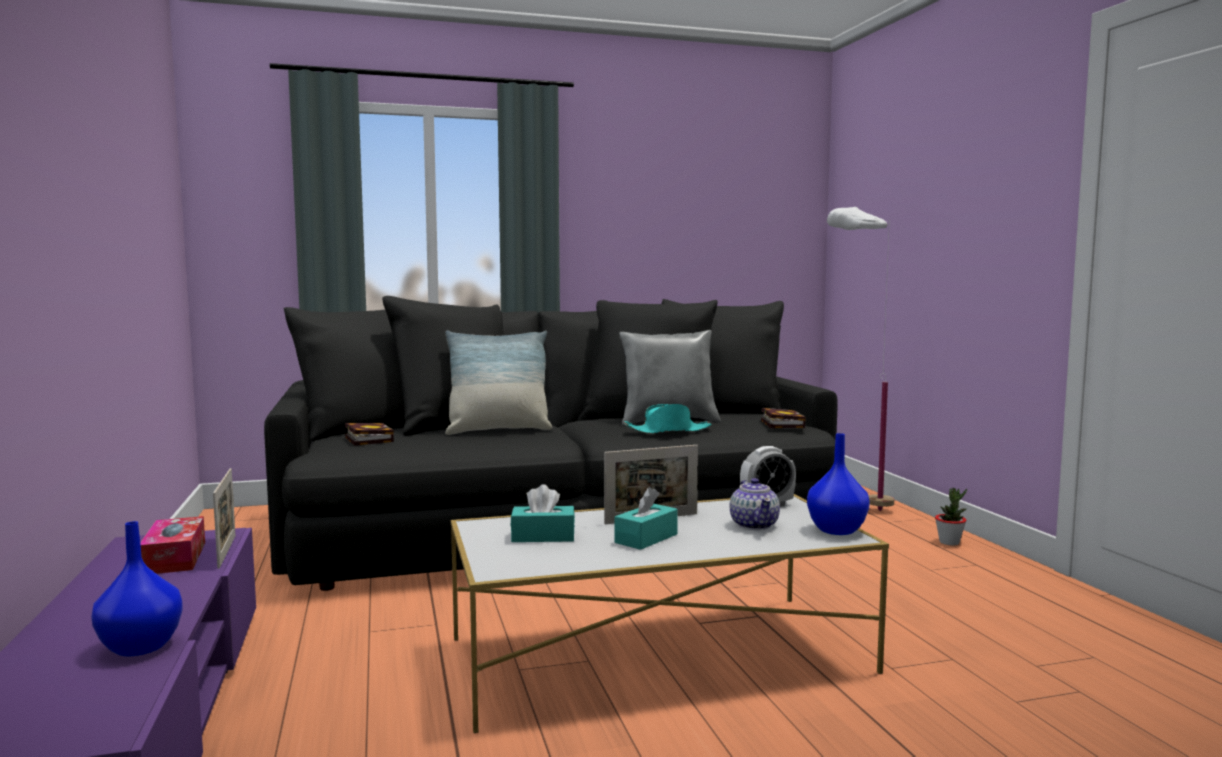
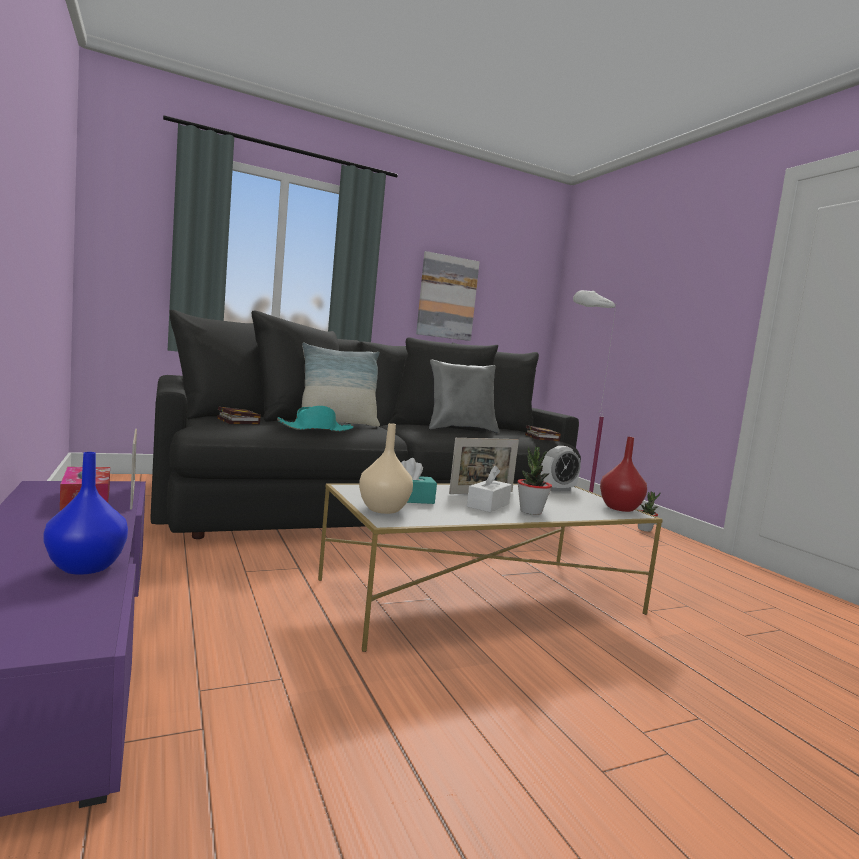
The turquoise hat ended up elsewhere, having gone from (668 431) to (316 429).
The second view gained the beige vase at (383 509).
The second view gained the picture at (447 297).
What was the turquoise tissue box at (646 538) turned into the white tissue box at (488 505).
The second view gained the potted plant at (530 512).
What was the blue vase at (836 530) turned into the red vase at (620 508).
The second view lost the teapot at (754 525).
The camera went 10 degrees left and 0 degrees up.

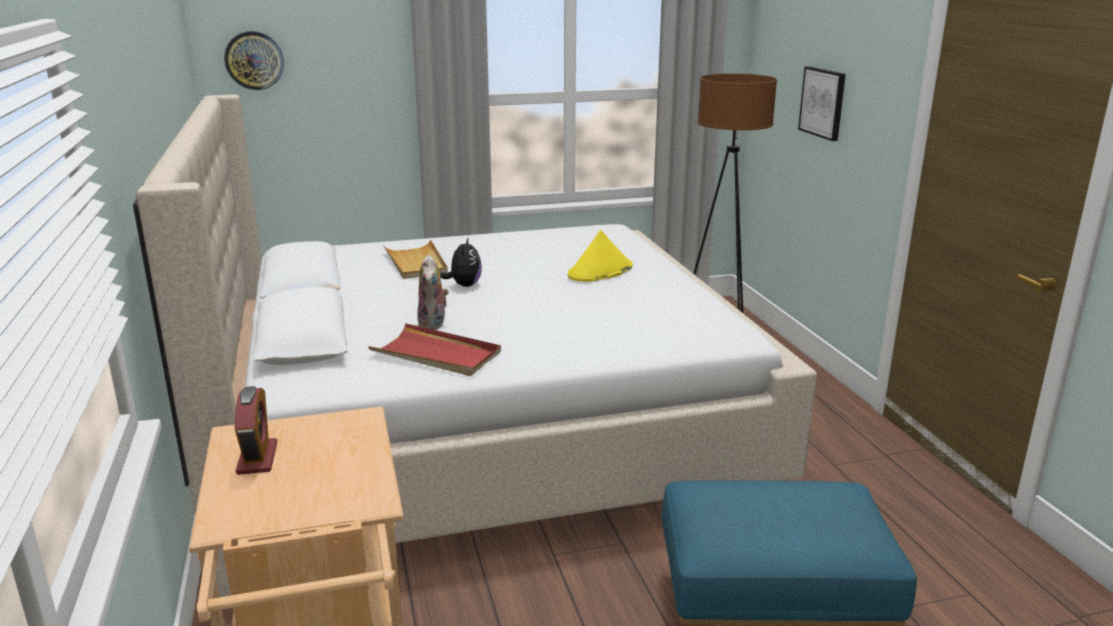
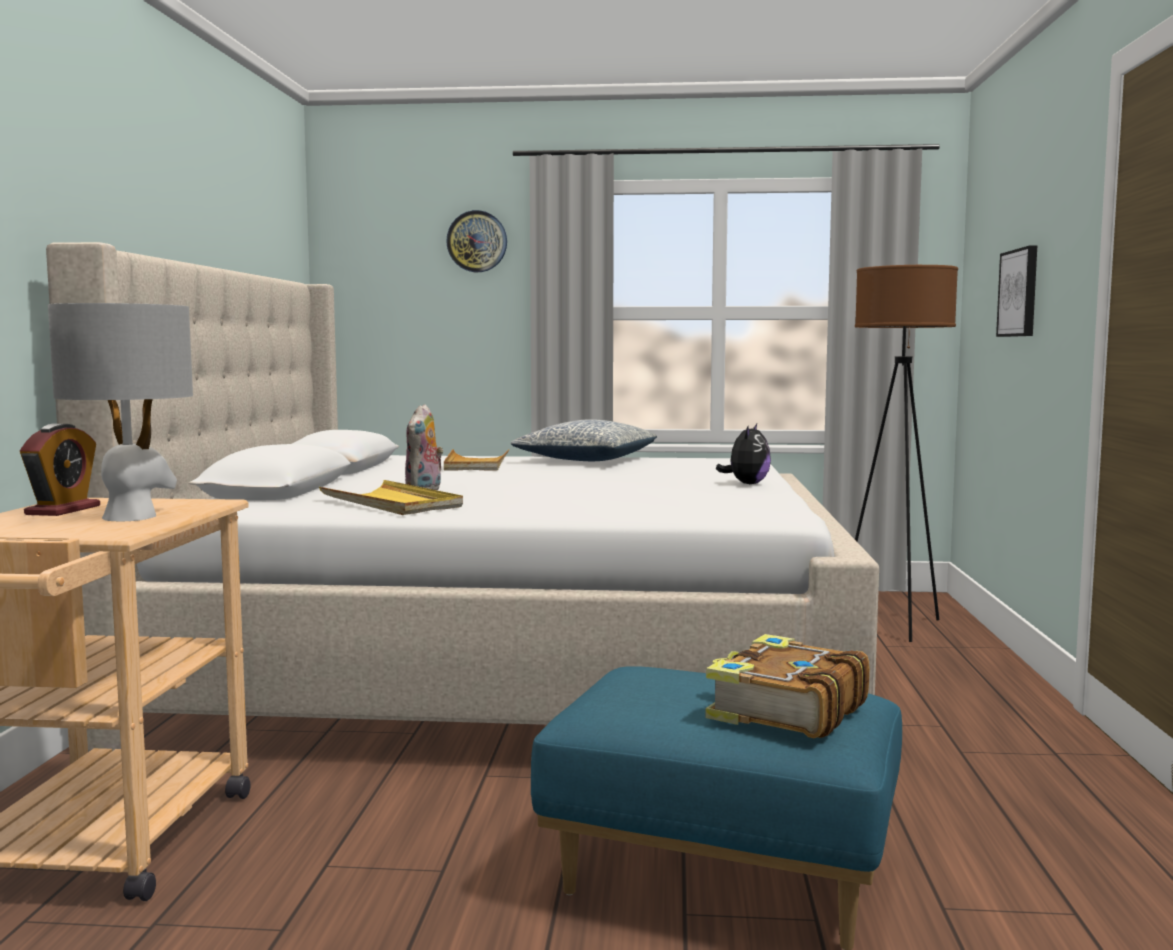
The second view gained the grey table lamp at (131 517).
What was the red tray at (436 354) turned into the yellow tray at (392 503).
The wall clock ended up elsewhere, having gone from (254 60) to (477 241).
The second view gained the pillow at (586 460).
The second view gained the book at (785 710).
The plush toy ended up elsewhere, having gone from (464 285) to (746 484).
The second view lost the yellow hat at (600 271).
The camera went 20 degrees right and 15 degrees down.

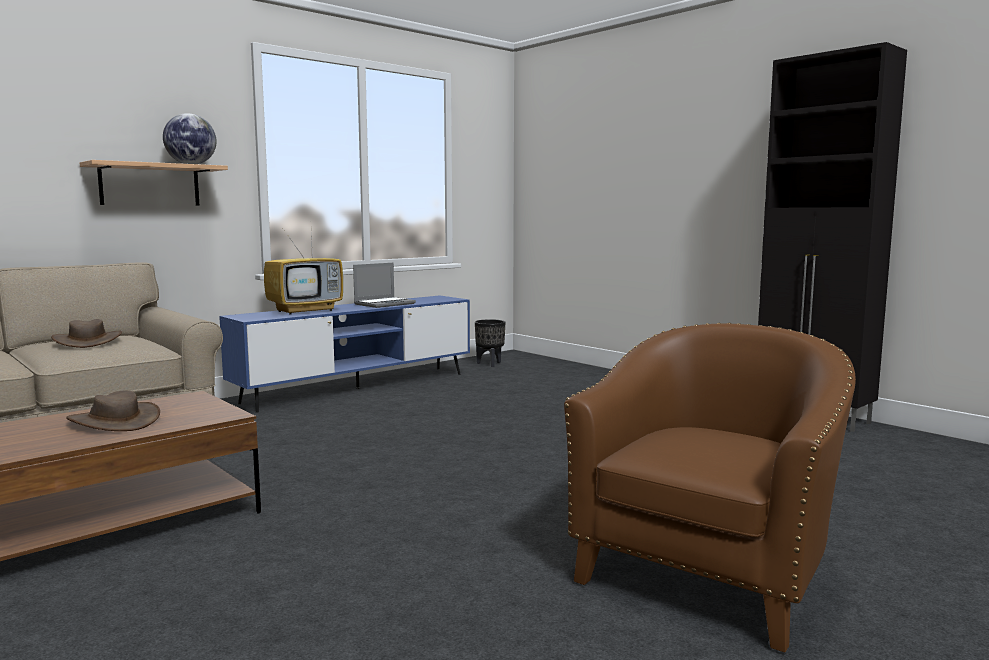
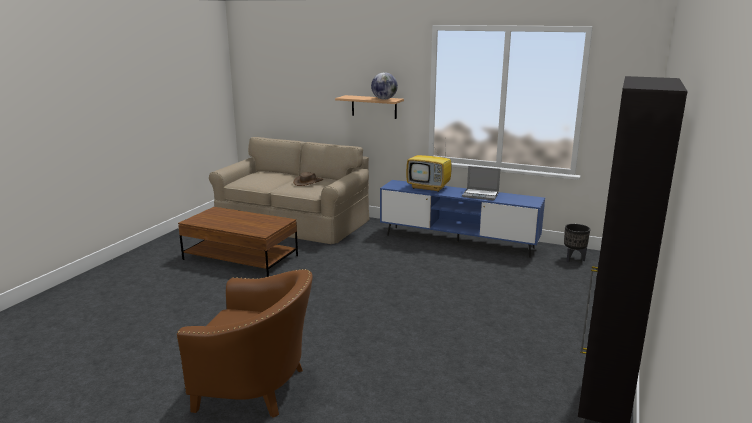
The second view lost the brown hat at (114 421).
The camera went 65 degrees right and 10 degrees up.

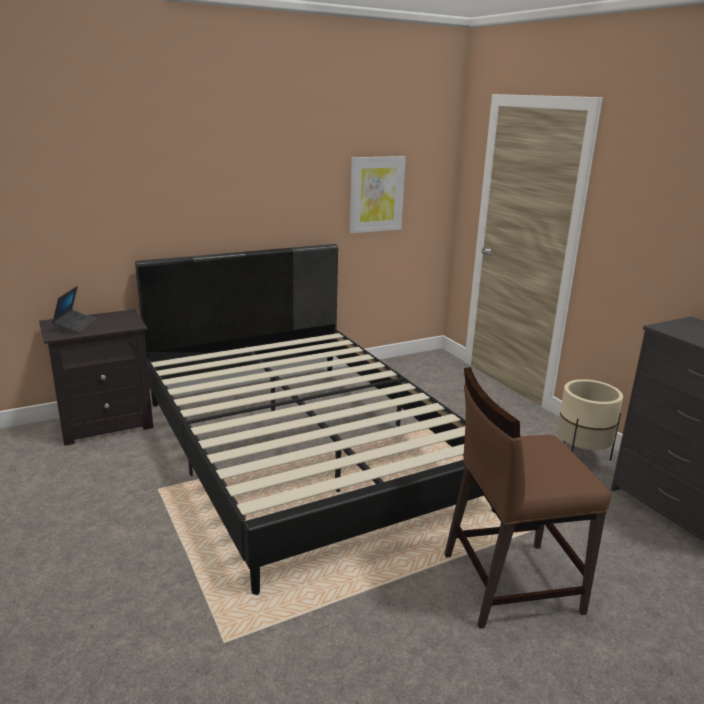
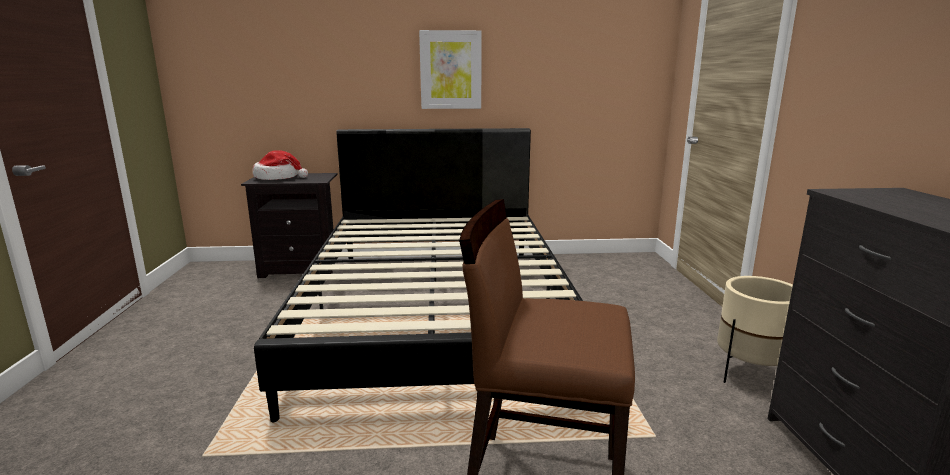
Where the laptop stood at (75 326), the hat came to stand at (278 177).
The picture ended up elsewhere, having gone from (376 194) to (450 70).
The camera went 25 degrees right and 5 degrees down.

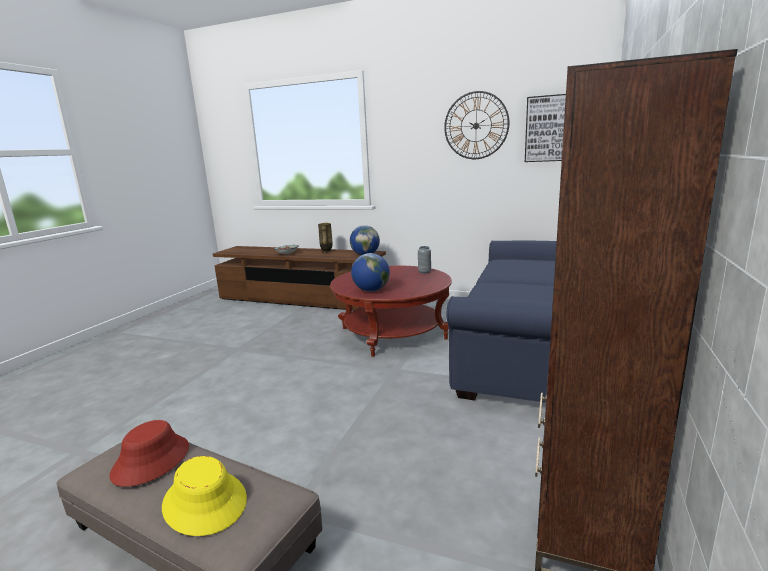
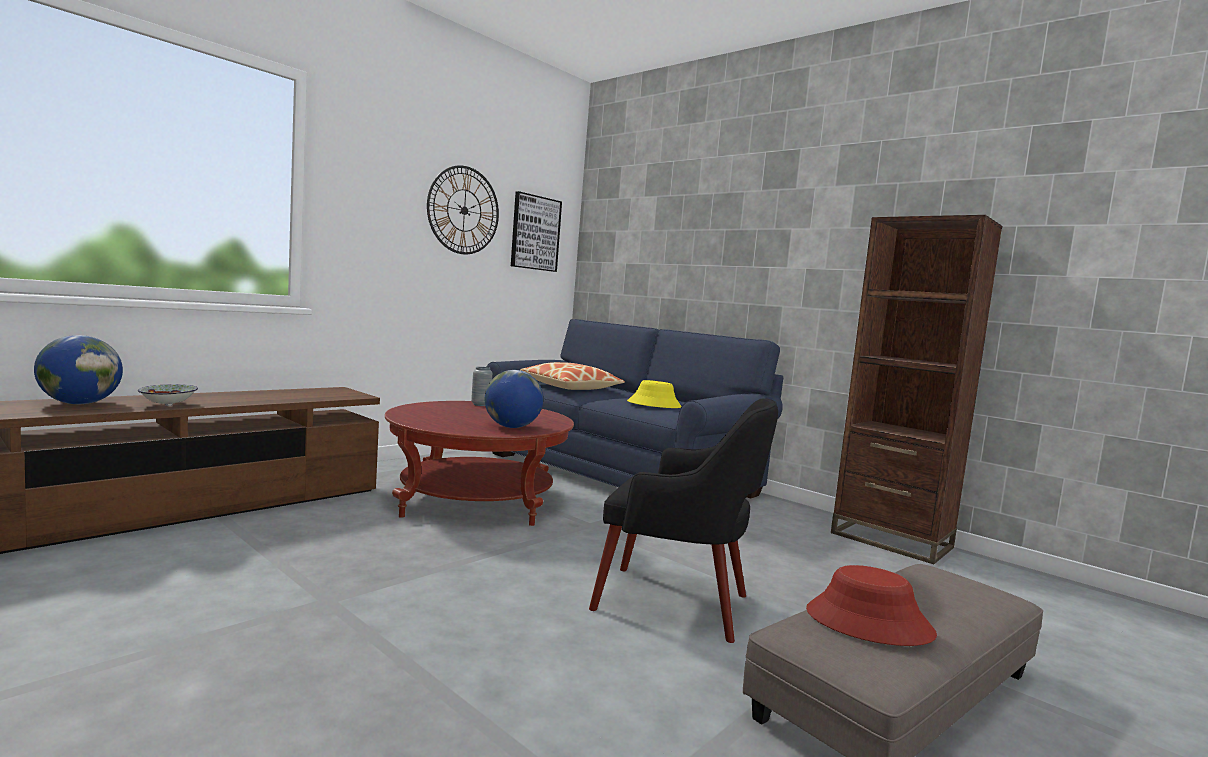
The globe ended up elsewhere, having gone from (365 255) to (79 403).
The second view gained the pillow at (570 387).
The second view gained the black armchair at (677 603).
The yellow hat ended up elsewhere, having gone from (205 502) to (654 405).
The second view lost the vase at (326 251).
The camera went 70 degrees left and 10 degrees down.

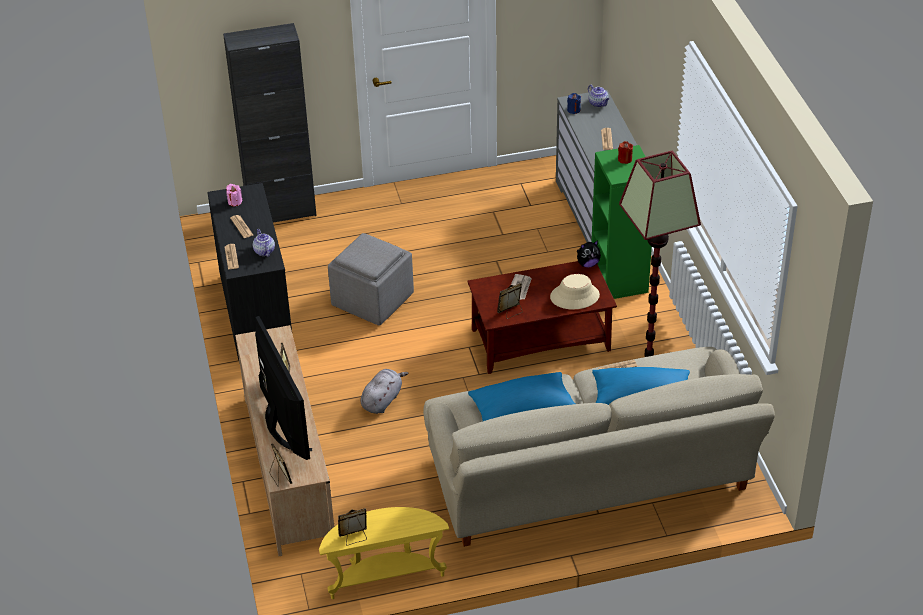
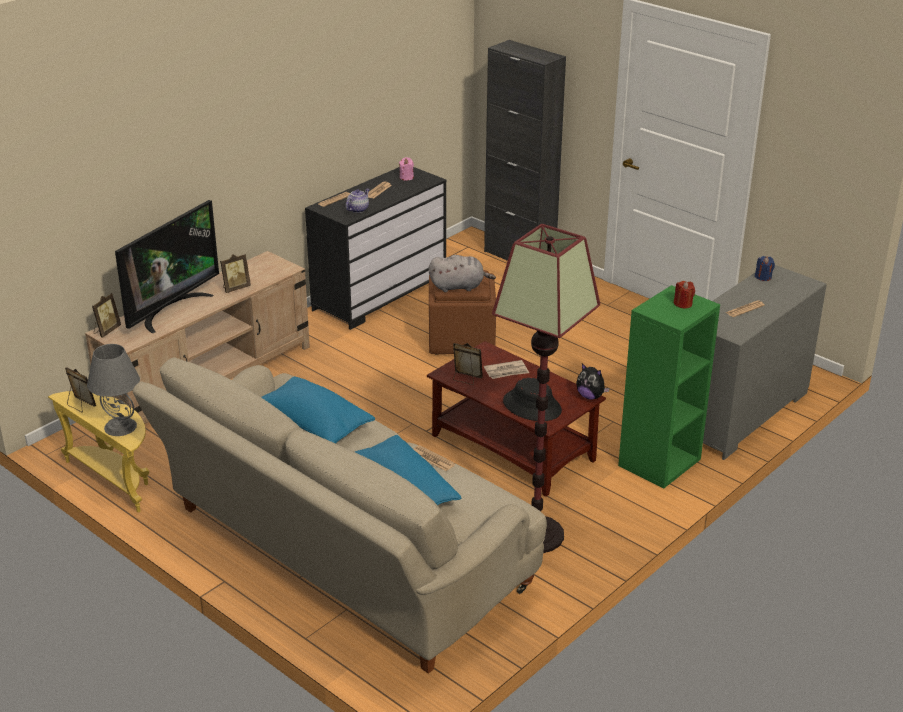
The second view gained the grey table lamp at (120 427).
The grey plush toy ended up elsewhere, having gone from (382 400) to (459 286).
What was the grey ottoman at (372 299) turned into the brown ottoman at (462 339).
What was the beige hat at (574 296) turned into the black hat at (532 406).
The second view lost the teapot at (598 103).
The camera went 55 degrees right and 10 degrees down.

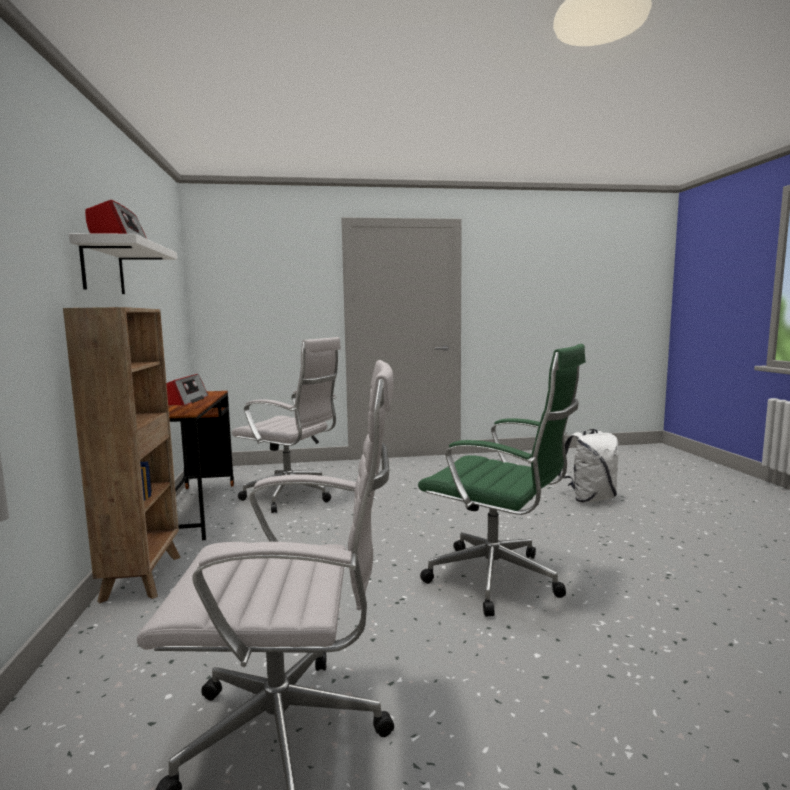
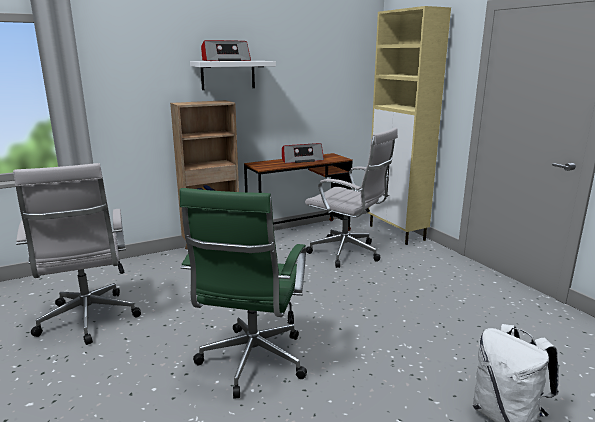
The white office chair at (293 496) ended up facing another way, 60 degrees counterclockwise from before.
The second view gained the beige cabinet at (397 233).
The camera went 70 degrees right and 10 degrees up.

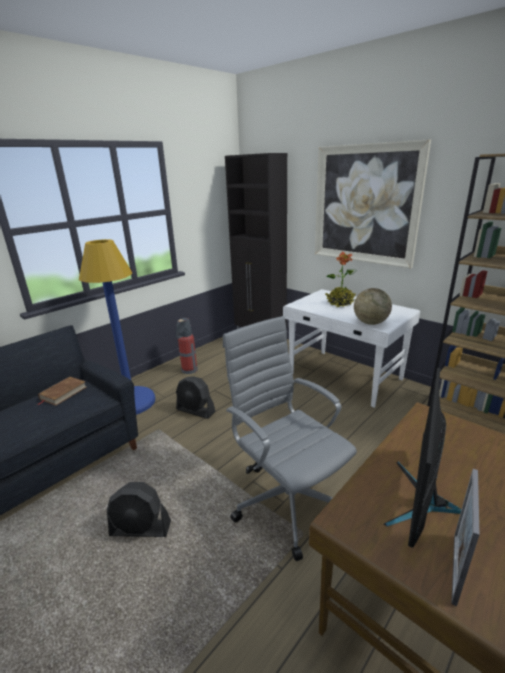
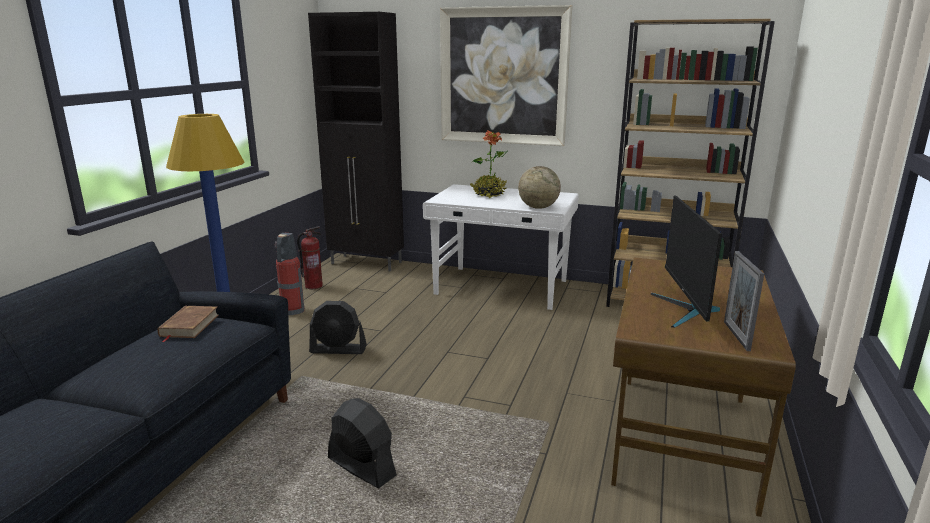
The second view gained the fire extinguisher at (314 286).
The black fan at (141 529) ended up facing another way, 120 degrees counterclockwise from before.
The second view lost the grey office chair at (288 499).
The camera went 25 degrees left and 5 degrees down.

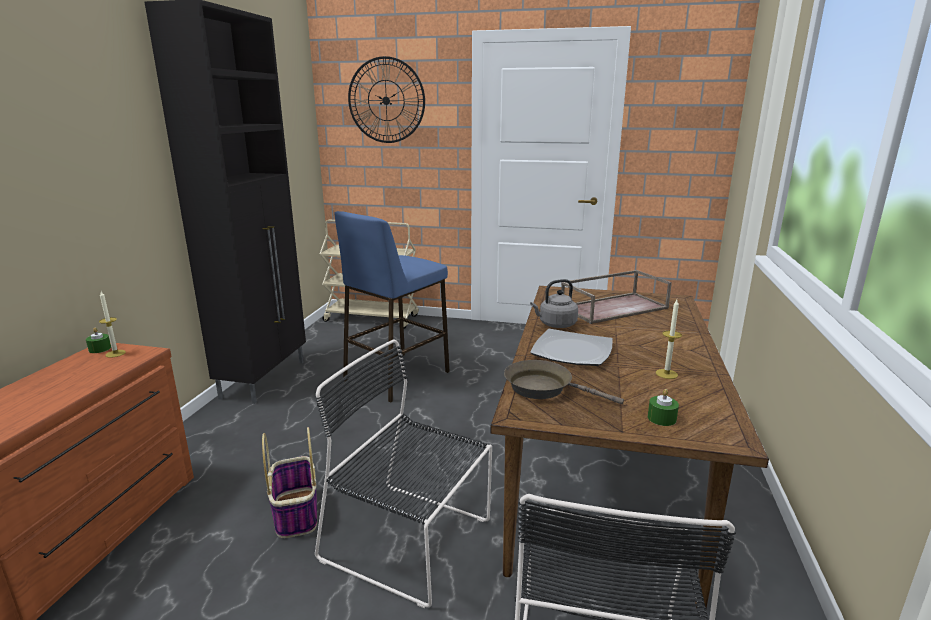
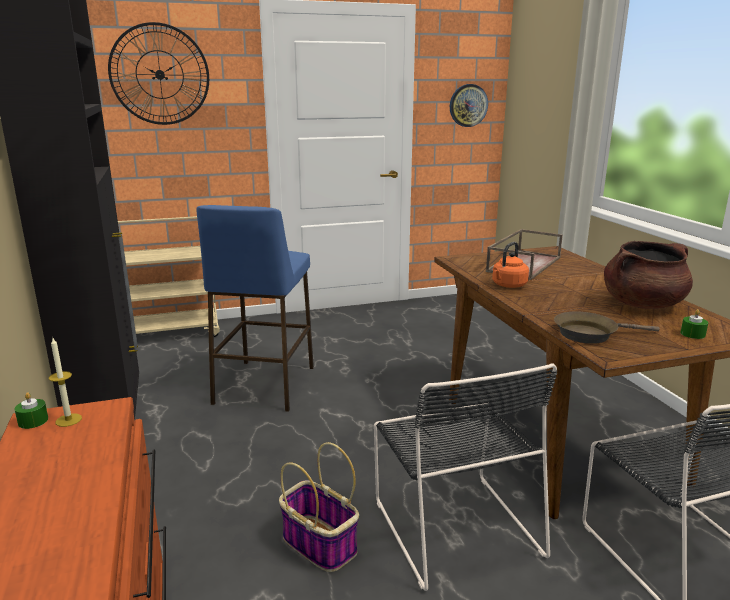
The black chair at (411 541) ended up facing another way, 105 degrees counterclockwise from before.
The second view gained the wall clock at (468 105).
What was the grey kettle at (555 324) turned into the orange kettle at (508 285).
Where the candle stood at (666 374), the brown cooking pot came to stand at (642 304).
The second view lost the plate at (572 351).
The camera went 30 degrees left and 0 degrees up.

